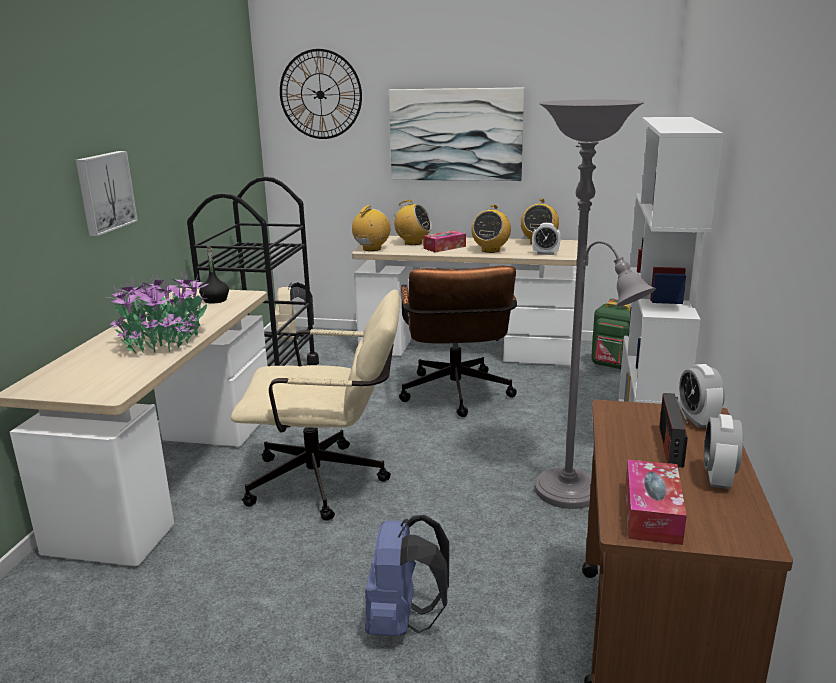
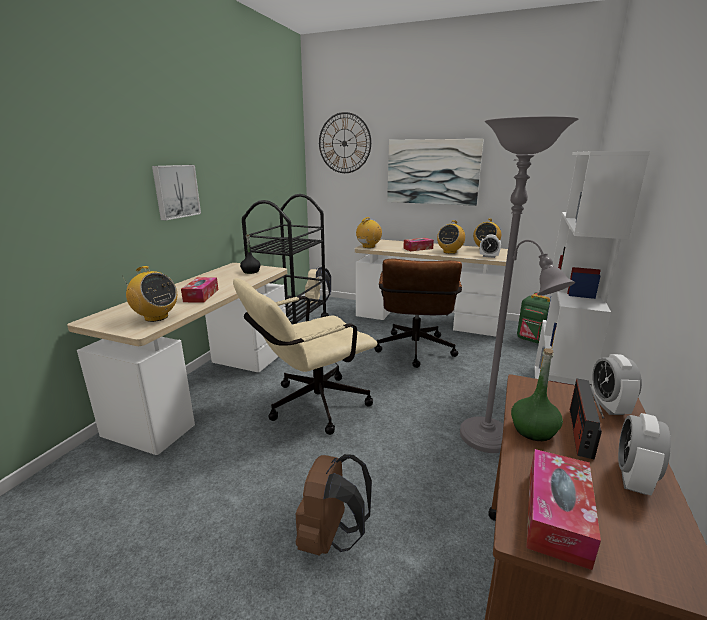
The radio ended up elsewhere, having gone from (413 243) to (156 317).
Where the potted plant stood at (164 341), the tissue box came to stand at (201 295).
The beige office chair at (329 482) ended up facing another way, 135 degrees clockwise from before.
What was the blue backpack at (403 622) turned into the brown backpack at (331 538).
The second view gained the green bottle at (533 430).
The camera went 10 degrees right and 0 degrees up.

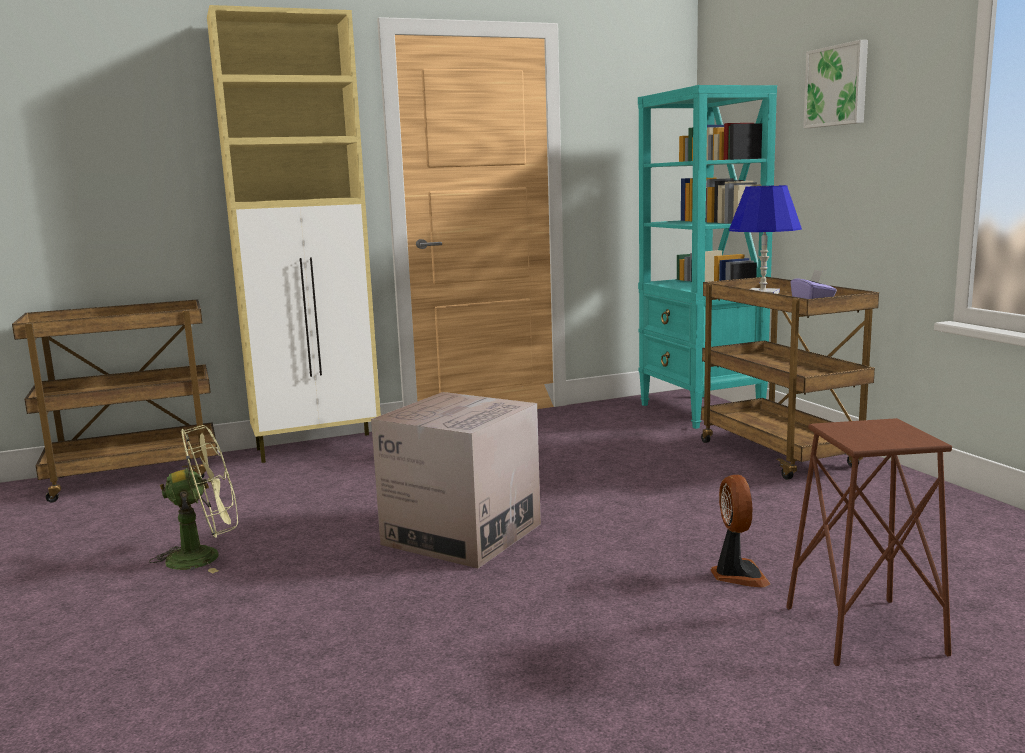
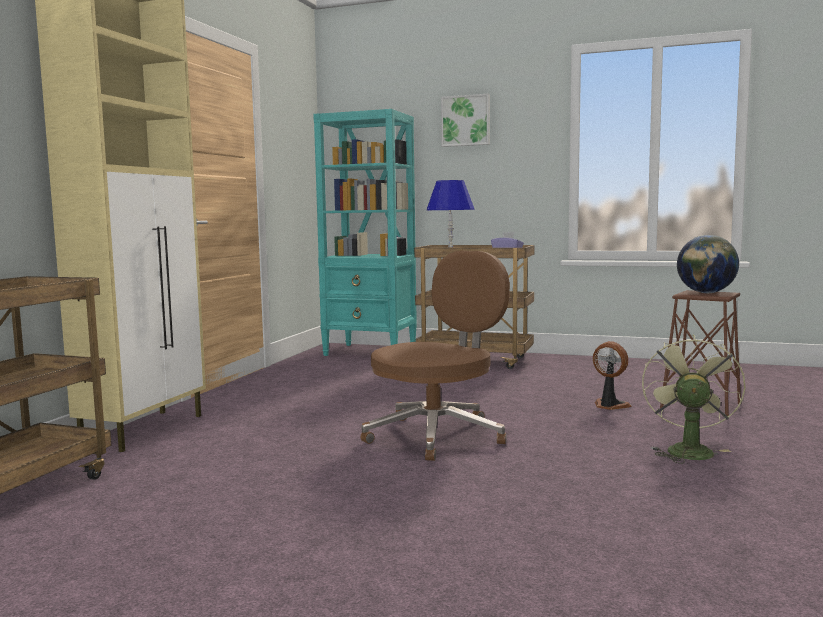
Where the cardboard box stood at (462 534), the brown office chair came to stand at (438 435).
The green fan ended up elsewhere, having gone from (205 556) to (687 450).
The second view gained the globe at (706 293).
The camera went 50 degrees left and 5 degrees down.

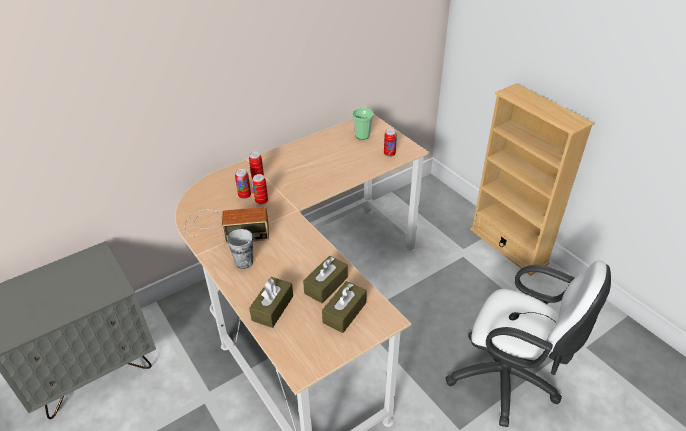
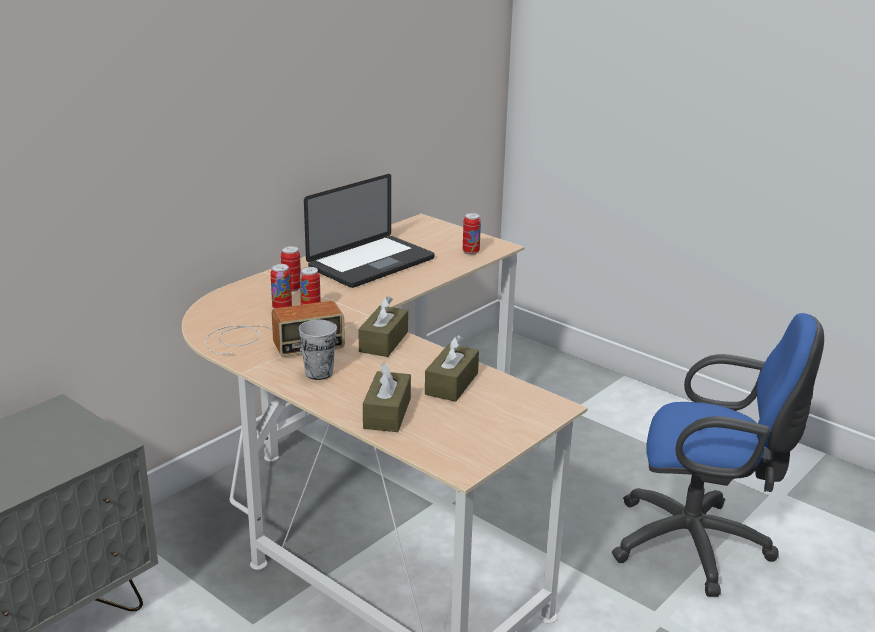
The second view gained the laptop at (371 263).
The brown tissue box ended up elsewhere, having gone from (344 312) to (383 342).
What was the white office chair at (508 381) turned into the blue office chair at (699 545).
The second view lost the cup at (362 135).
The second view lost the beige bookcase at (508 246).
The camera went 15 degrees left and 15 degrees down.

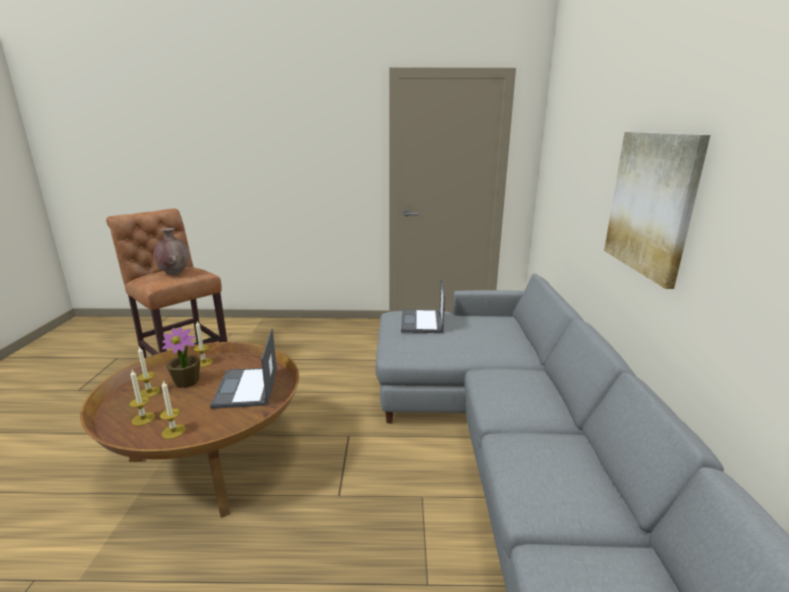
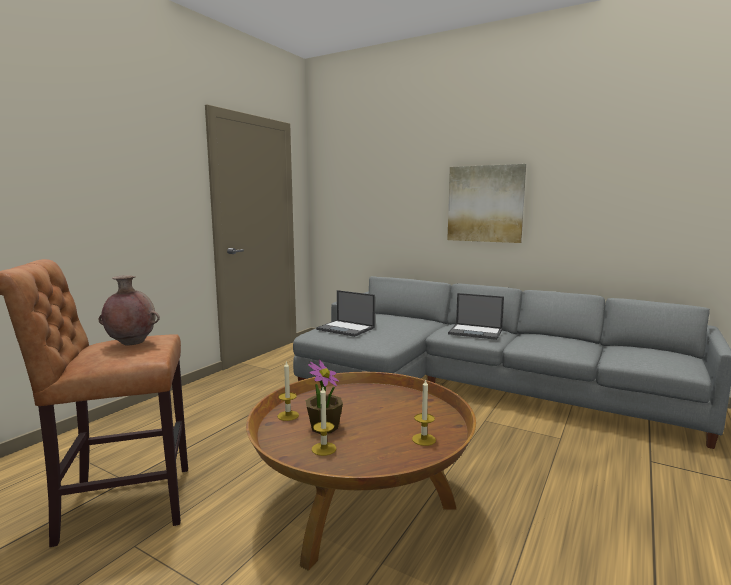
The laptop ended up elsewhere, having gone from (246 388) to (476 332).
The second view lost the candle at (143 419).
The camera went 60 degrees left and 10 degrees down.

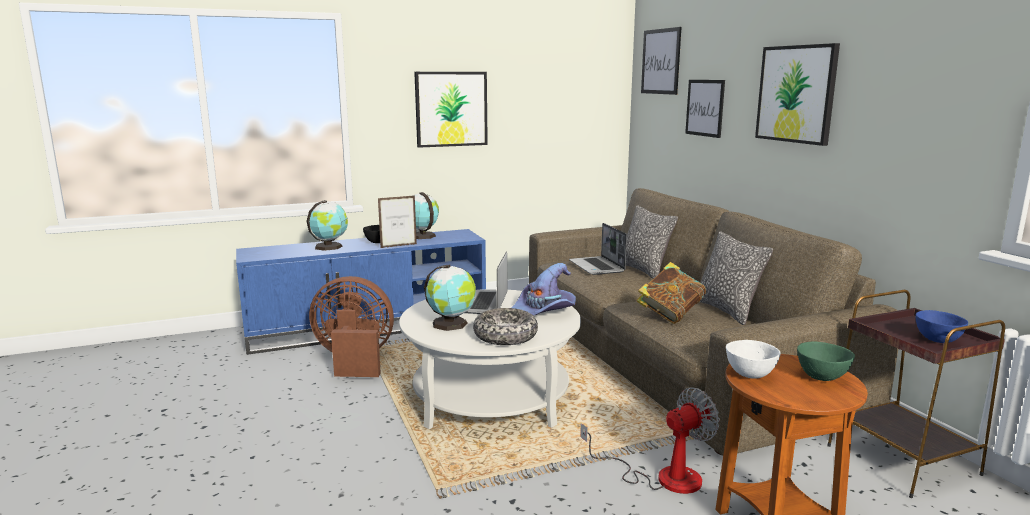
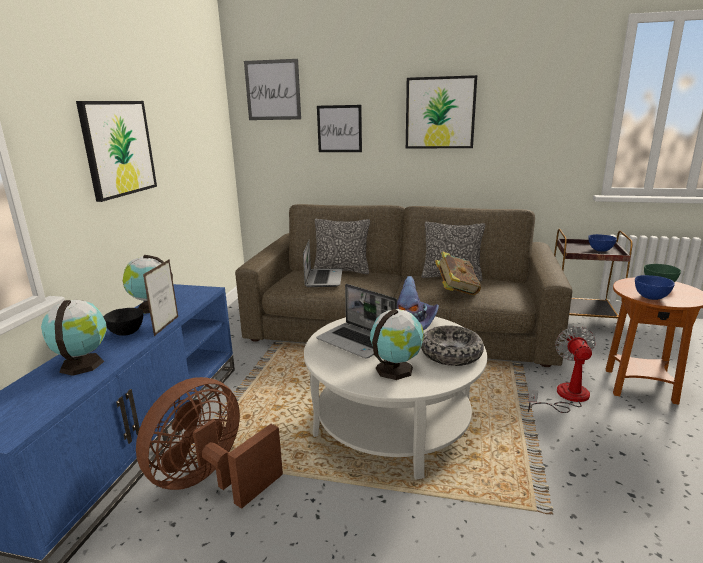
The laptop at (597 267) ended up facing another way, 105 degrees counterclockwise from before.
What was the white bowl at (749 375) turned into the blue bowl at (651 298).
The camera went 55 degrees left and 5 degrees up.

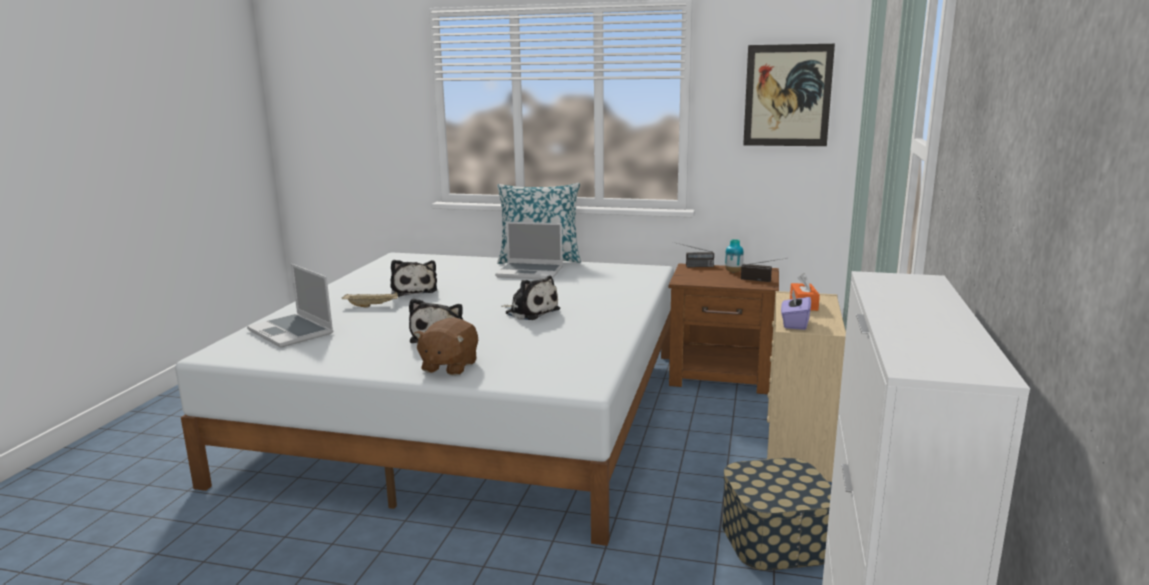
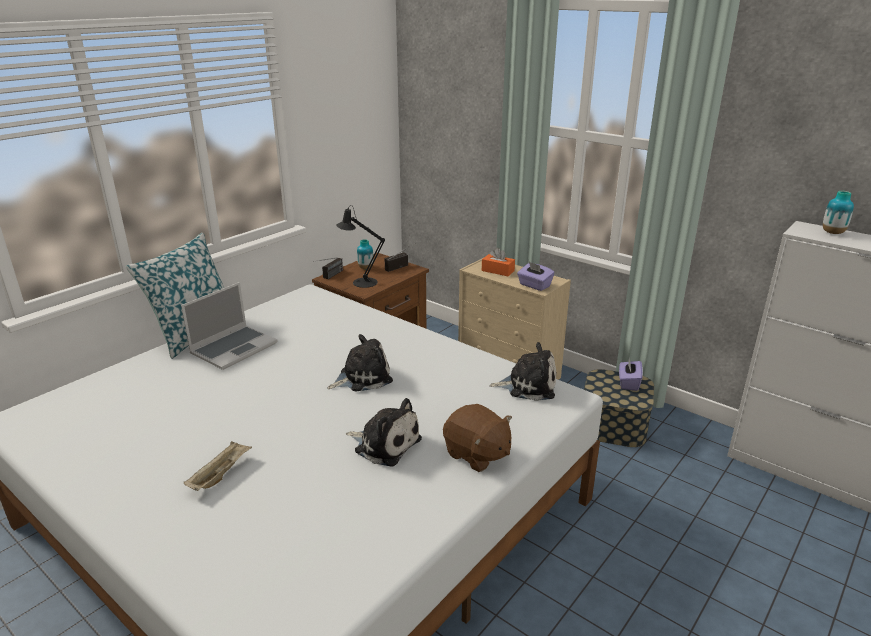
The second view gained the black table lamp at (361 282).
The plush toy ended up elsewhere, having gone from (413 290) to (528 385).
The second view gained the purple tissue box at (628 383).
The second view gained the vase at (832 233).
The second view lost the laptop at (292 332).
The second view lost the picture at (787 95).
The camera went 65 degrees left and 10 degrees up.

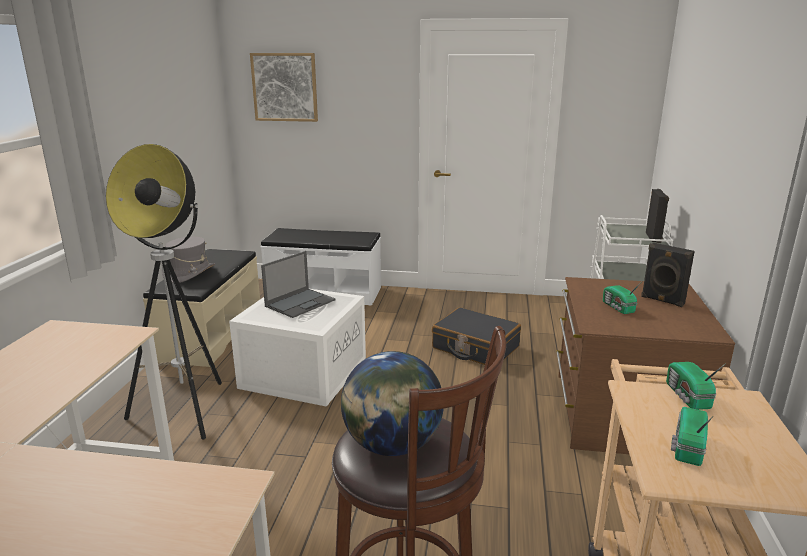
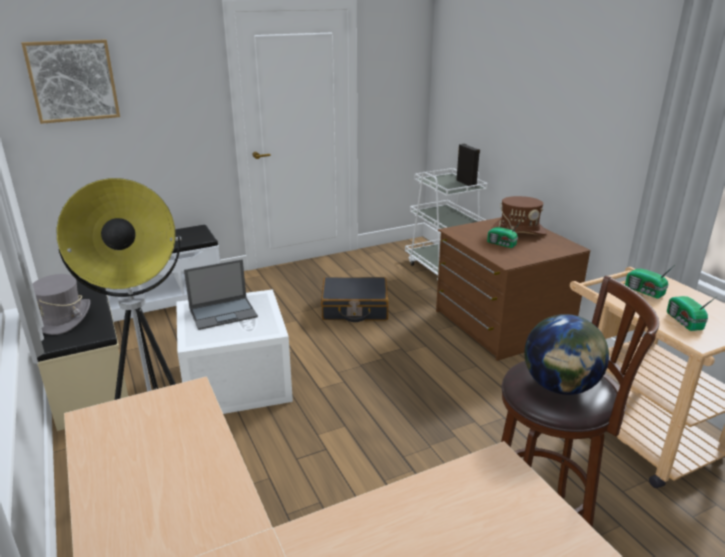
The laptop at (301 303) ended up facing another way, 60 degrees clockwise from before.
Where the black speaker stood at (662 300), the brown hat came to stand at (518 231).
The camera went 35 degrees left and 5 degrees up.

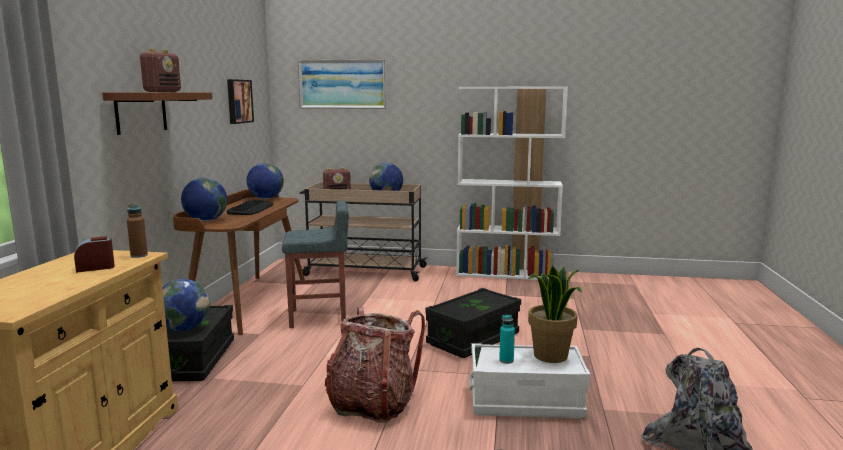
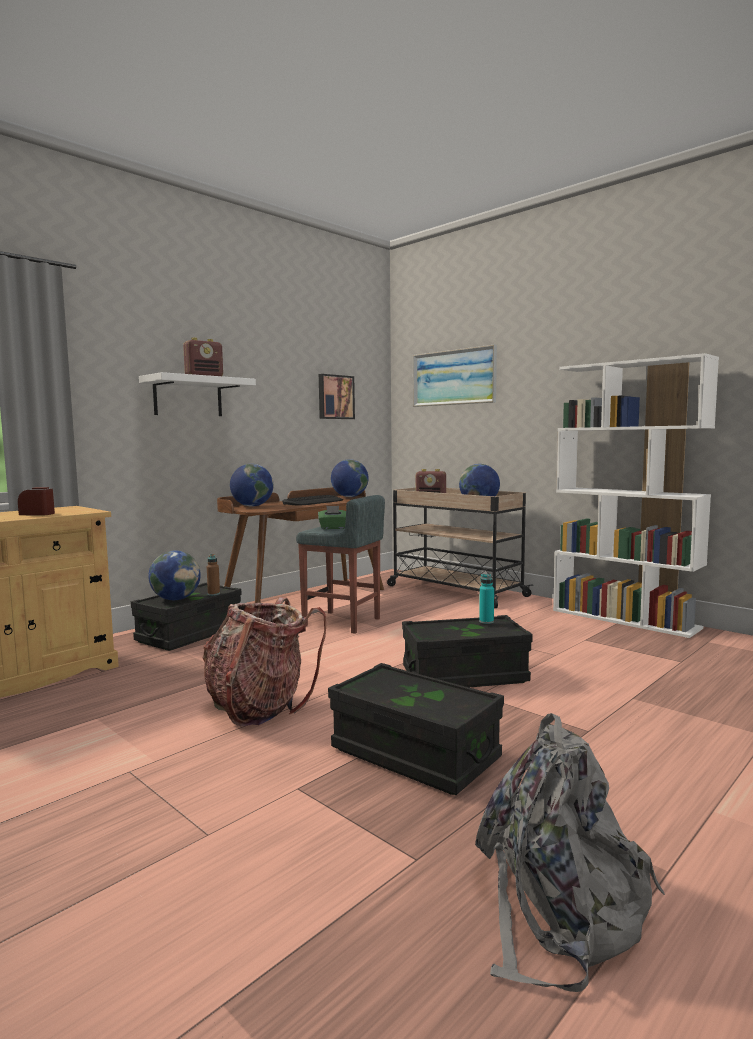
What was the brown shelf at (141 112) turned into the white shelf at (188 397).
The brown bottle ended up elsewhere, having gone from (139 255) to (213 594).
The second view gained the green tissue box at (333 528).
What was the white storage box at (525 402) turned into the black storage box at (414 754).
The turquoise bottle ended up elsewhere, having gone from (506 360) to (486 621).
The second view lost the potted plant at (551 356).
The camera went 35 degrees right and 5 degrees down.

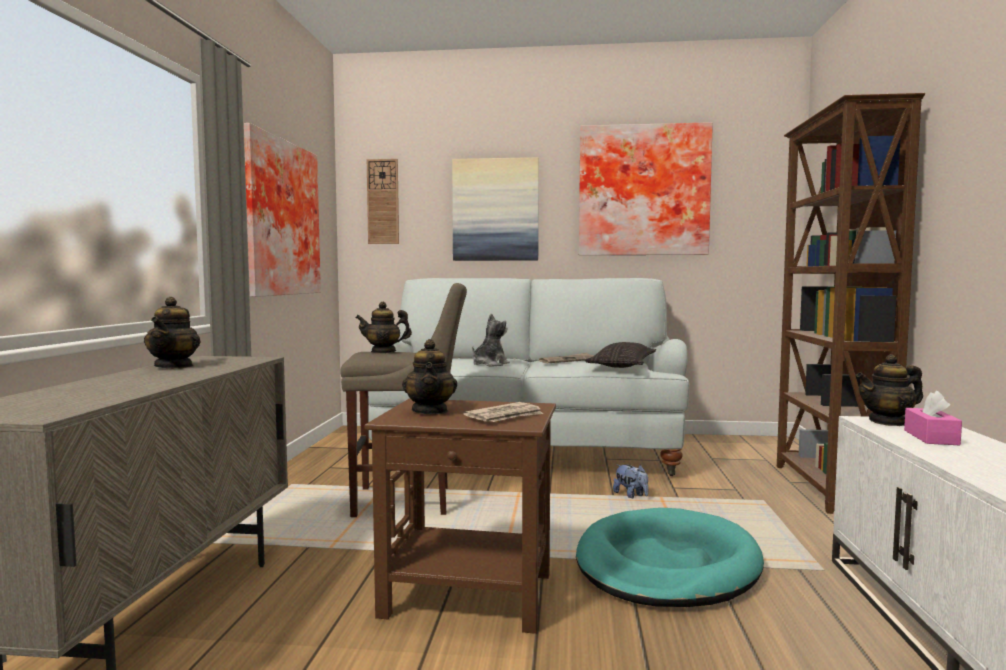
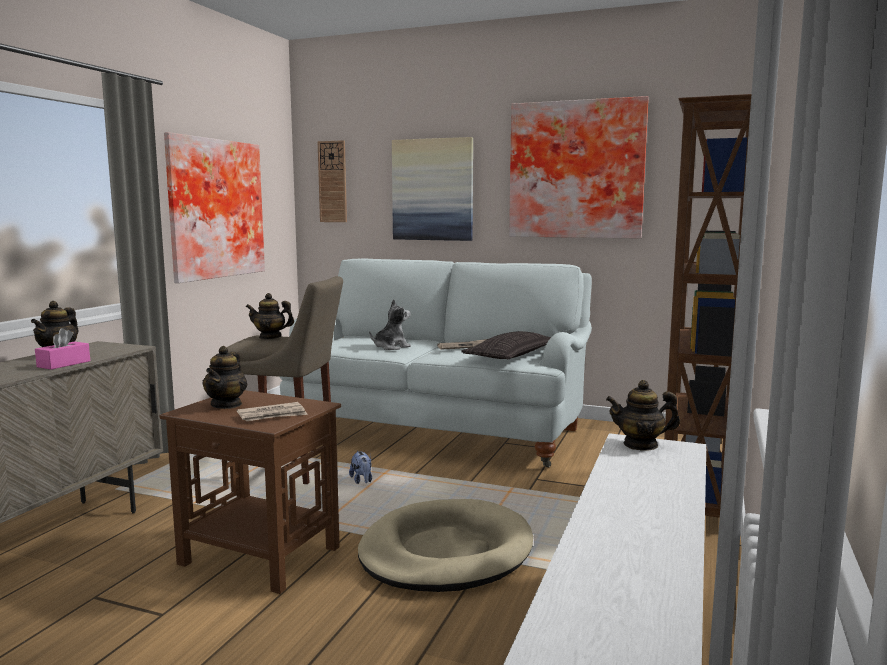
The pink tissue box ended up elsewhere, having gone from (931 437) to (64 364).
The plush toy ended up elsewhere, having gone from (631 495) to (362 481).
What was the turquoise dog bed at (666 565) turned into the beige dog bed at (445 552).
The camera went 15 degrees right and 5 degrees up.

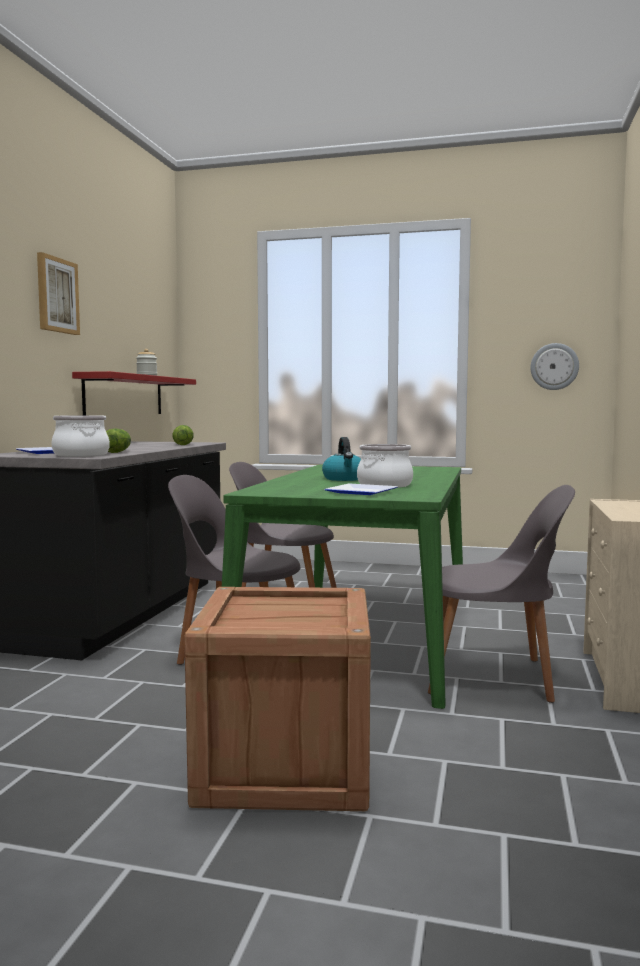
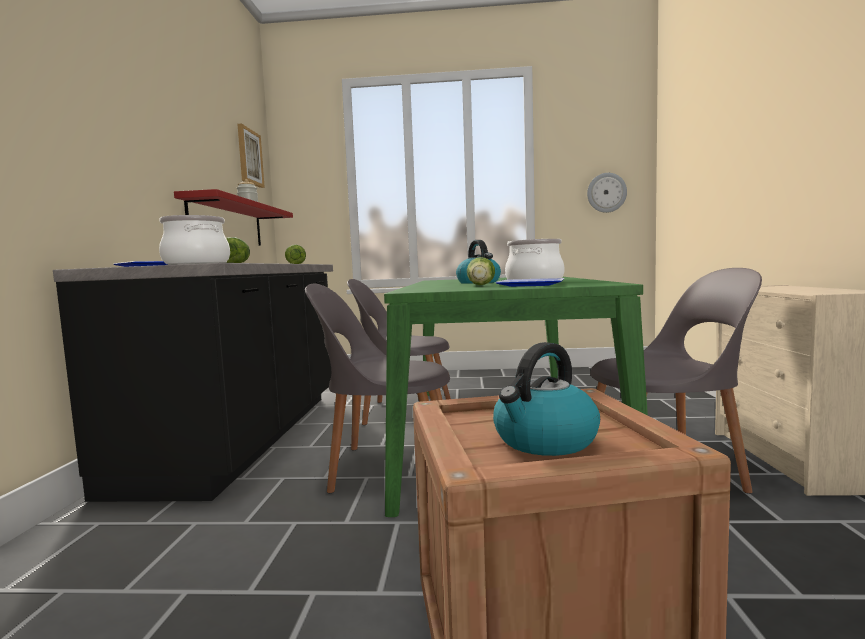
The picture ended up elsewhere, having gone from (57 295) to (249 157).
The second view gained the lettuce at (480 285).
The second view gained the kettle at (544 441).
The camera went 10 degrees left and 0 degrees up.

